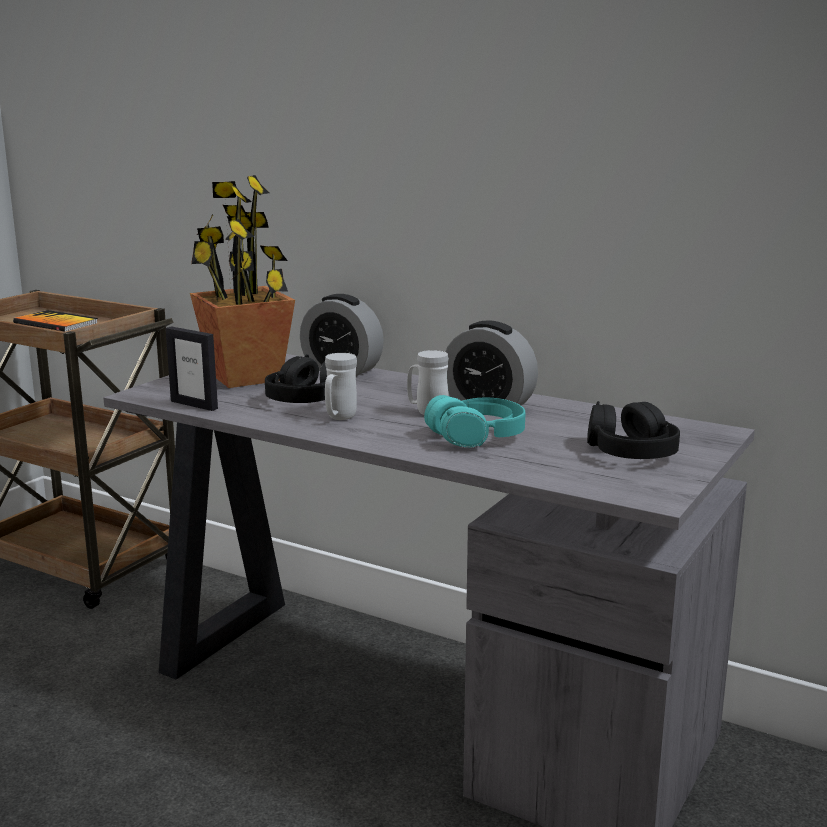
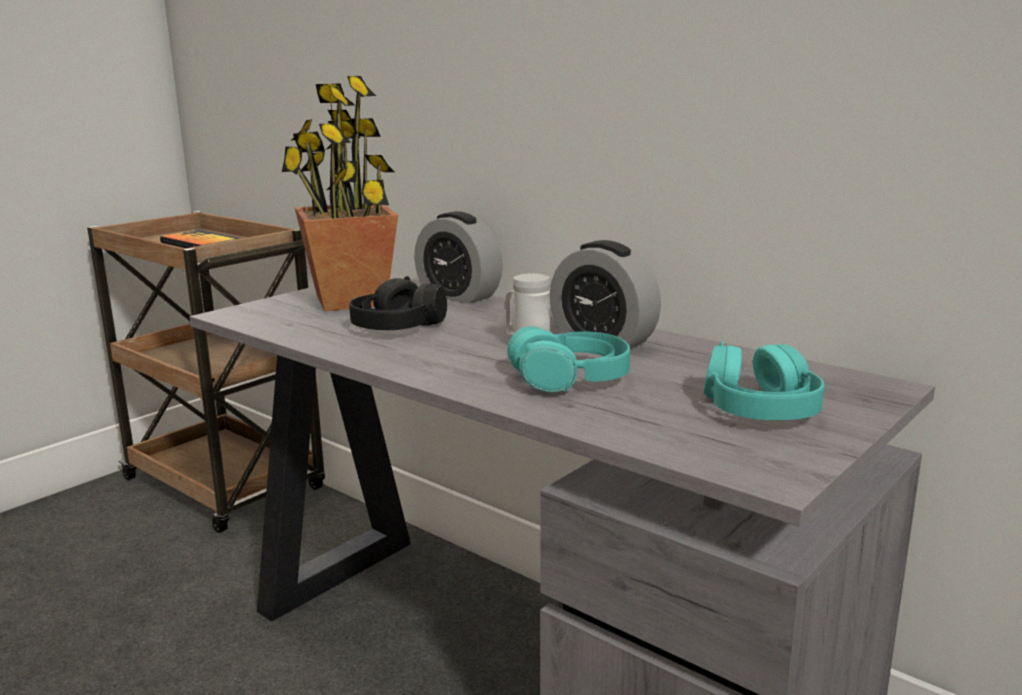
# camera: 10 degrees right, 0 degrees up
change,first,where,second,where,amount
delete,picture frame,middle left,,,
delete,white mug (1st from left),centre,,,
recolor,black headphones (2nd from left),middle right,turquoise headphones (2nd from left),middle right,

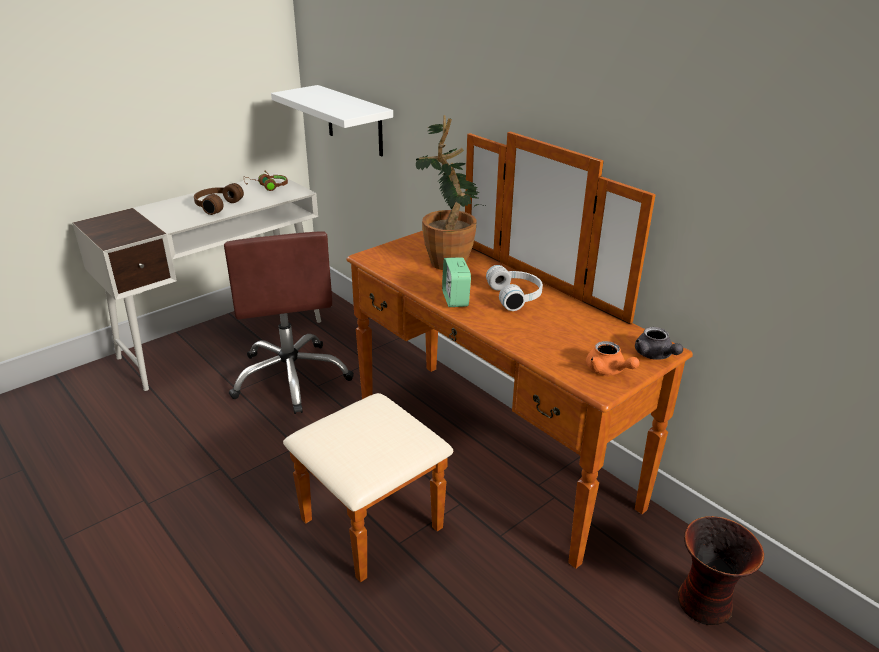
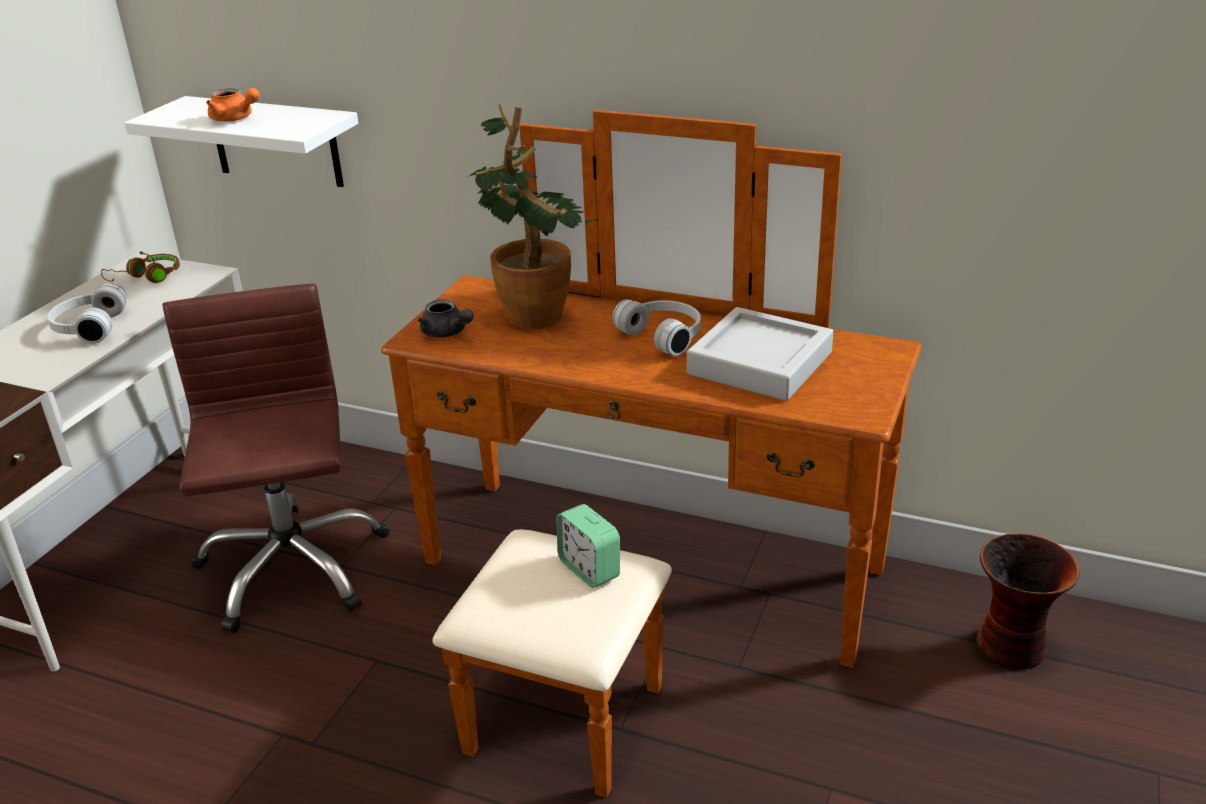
# camera: 25 degrees left, 0 degrees up
change,first,where,second,where,amount
recolor,brown headphones (1st from left),top left,white headphones (1st from left),middle left,
rotate,brown office chair,middle left,,middle left,150 degrees counterclockwise
move,alarm clock,centre,,bottom centre,
move,orange teapot,middle right,,top left,
move,grey teapot,middle right,,centre,
insert,,,grey tray,centre,

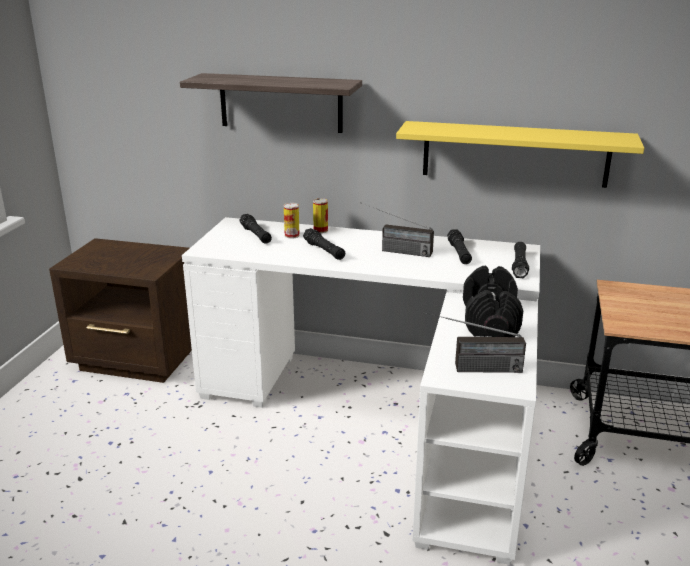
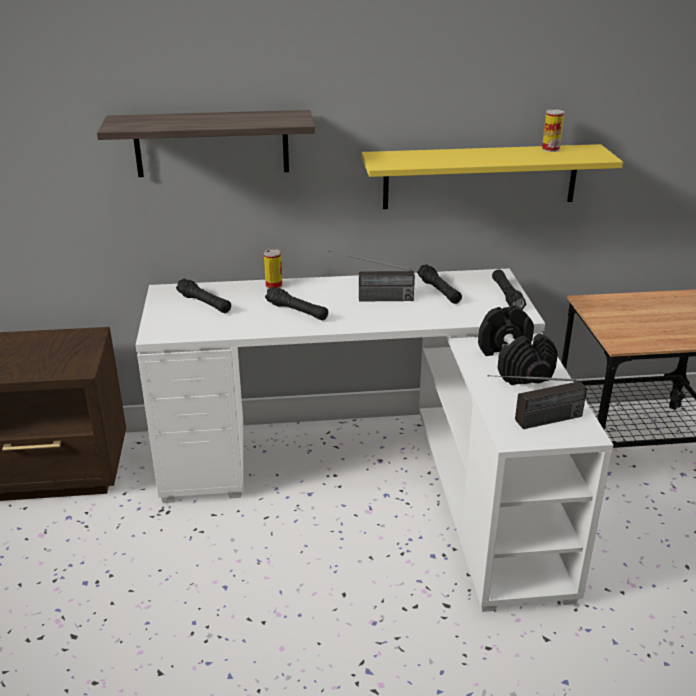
# camera: 20 degrees left, 5 degrees up
change,first,where,second,where,amount
move,can (1st from left in the first image),centre,can (2nd from left),top right,

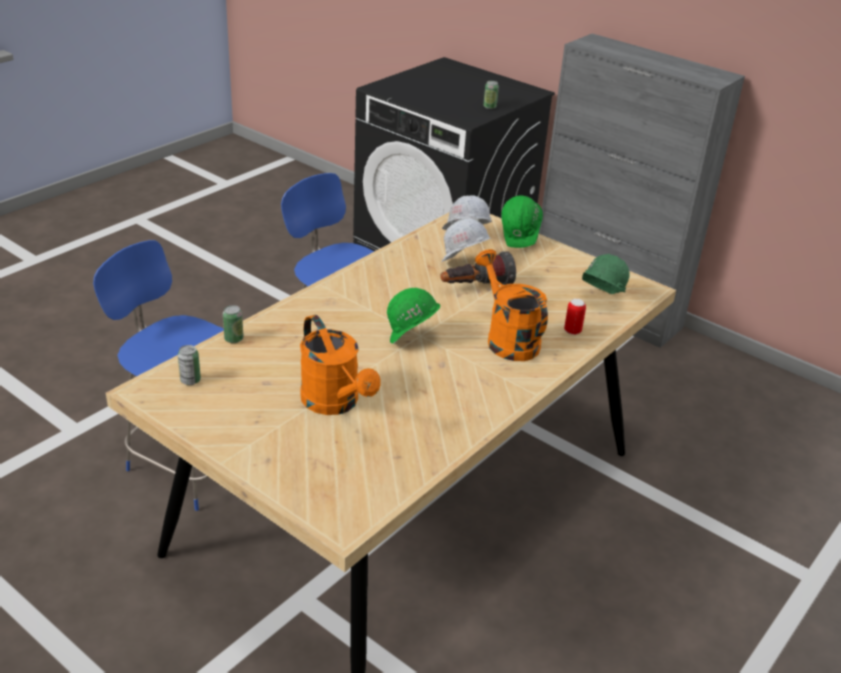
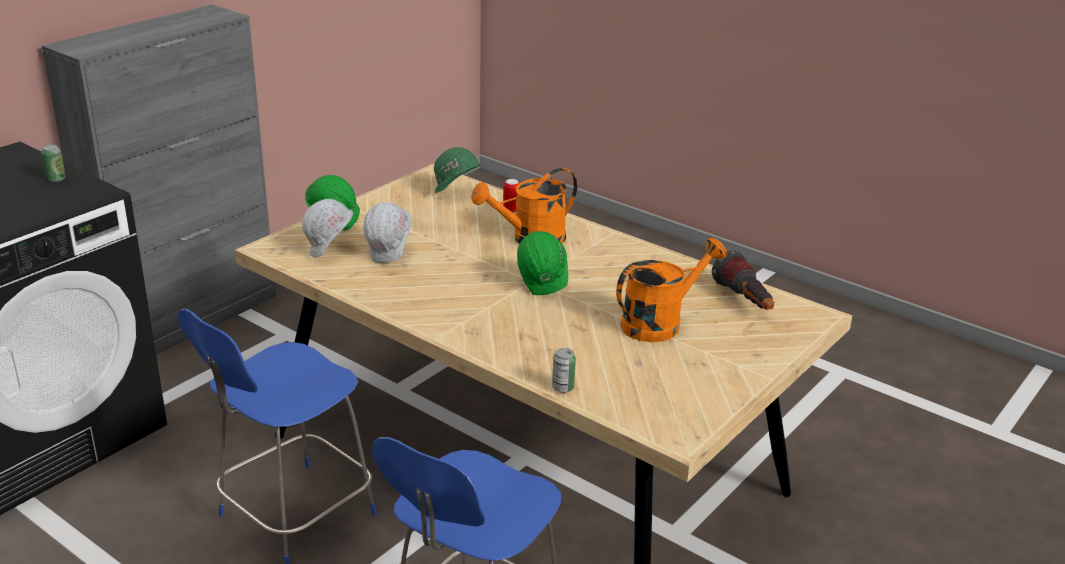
# camera: 90 degrees left, 5 degrees down
change,first,where,second,where,amount
delete,can (1st from left),middle left,,,
move,flashlight,centre,,middle right,

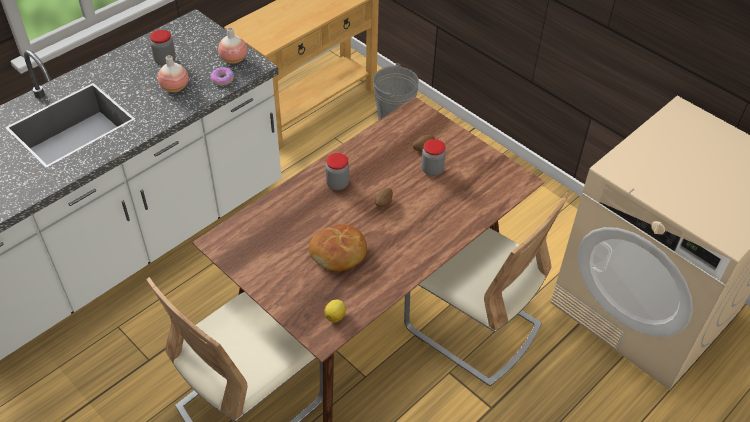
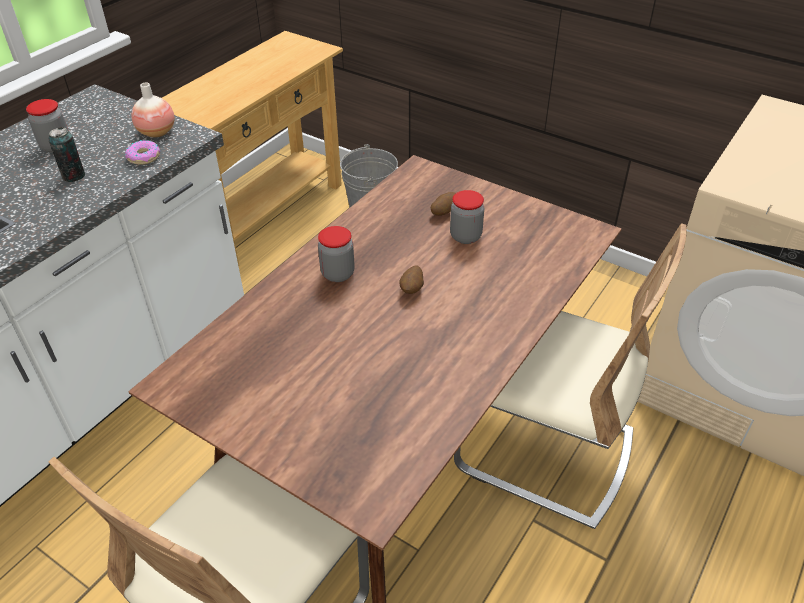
# camera: 10 degrees left, 5 degrees down
change,first,where,second,where,amount
replace,vase (1st from left),top left,can,top left,
delete,bread,centre,,,
delete,lemon,bottom centre,,,

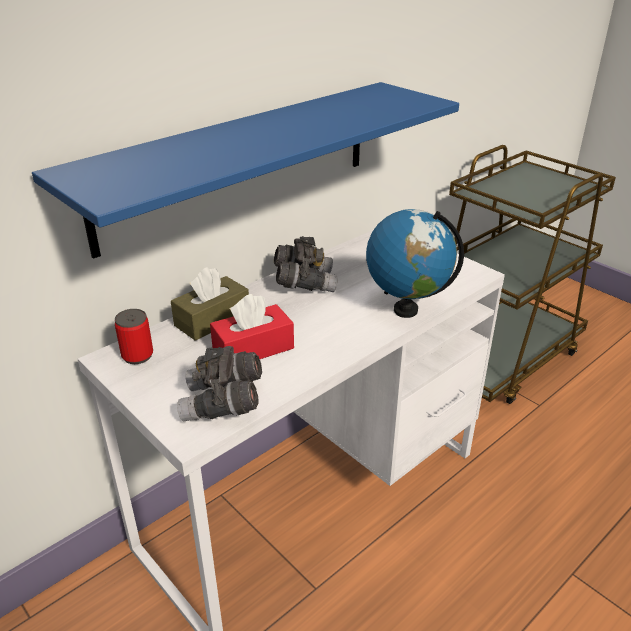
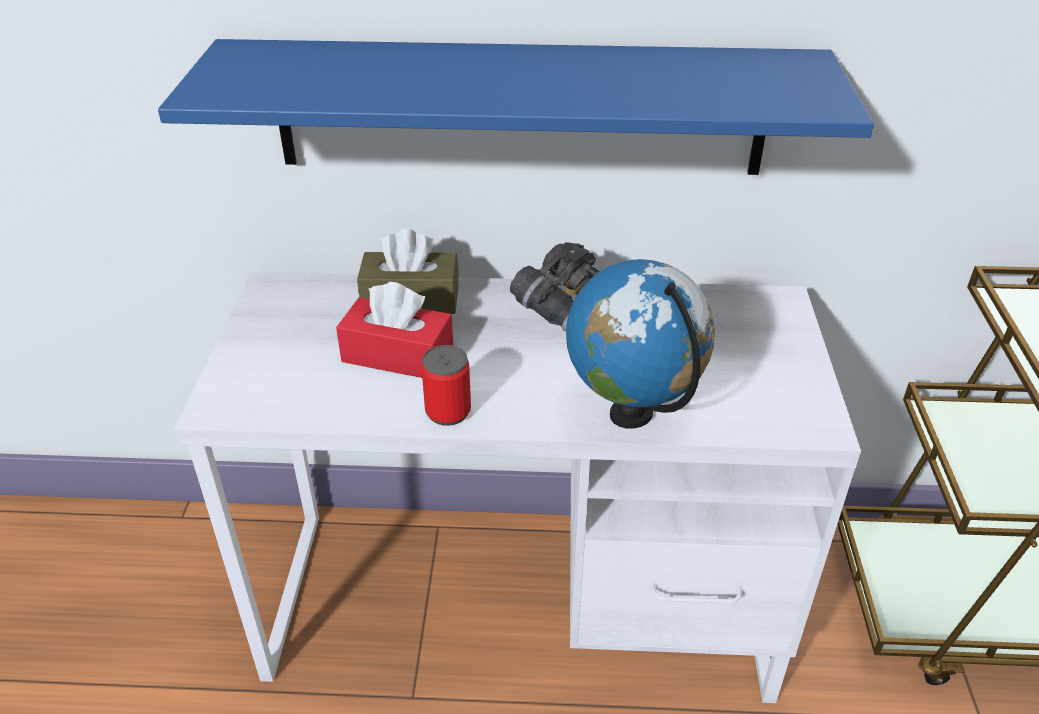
# camera: 45 degrees right, 5 degrees up
change,first,where,second,where,amount
move,can,middle left,,centre,
delete,grey binoculars (1st from left),centre,,,

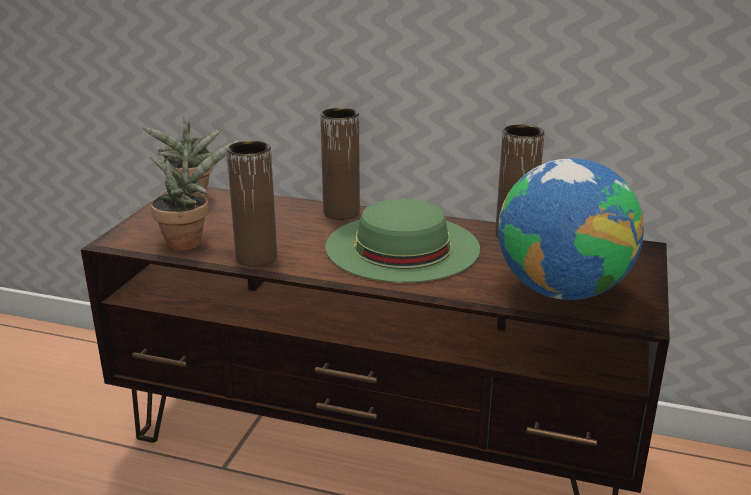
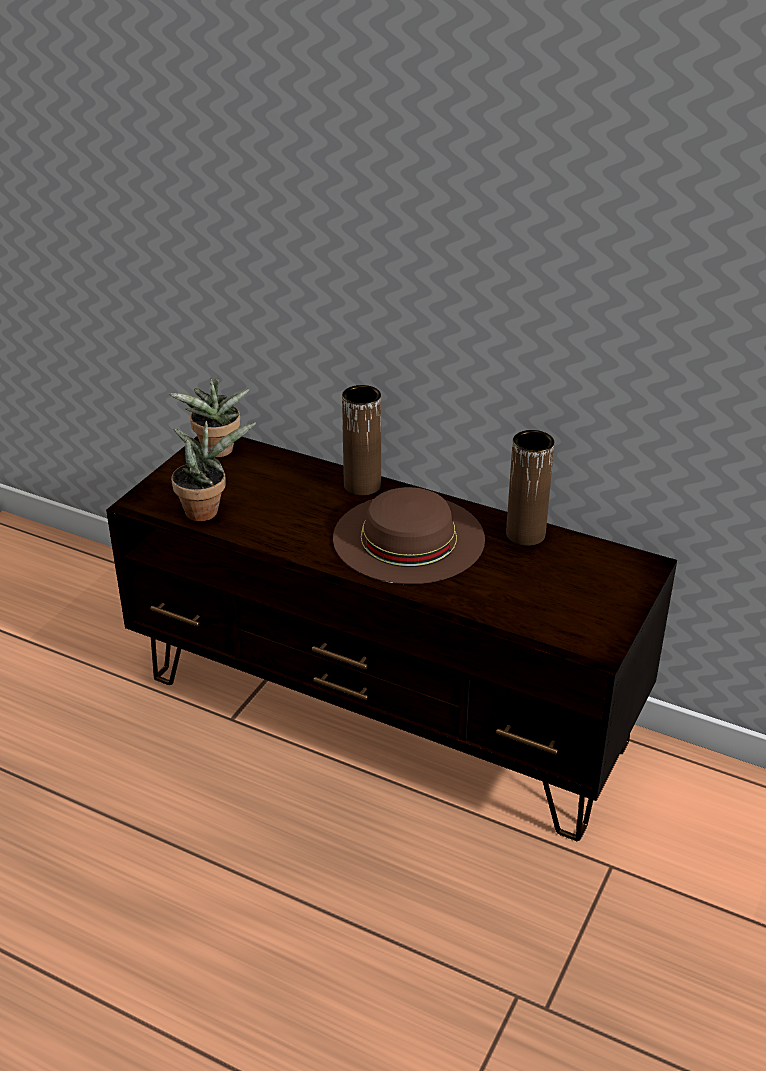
# camera: 10 degrees right, 10 degrees up
change,first,where,second,where,amount
delete,brown vase (1st from left),centre,,,
recolor,green hat,centre,brown hat,centre,
delete,globe,middle right,,,

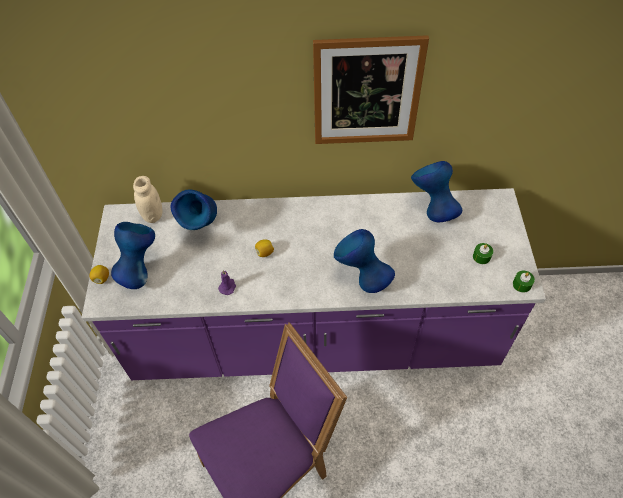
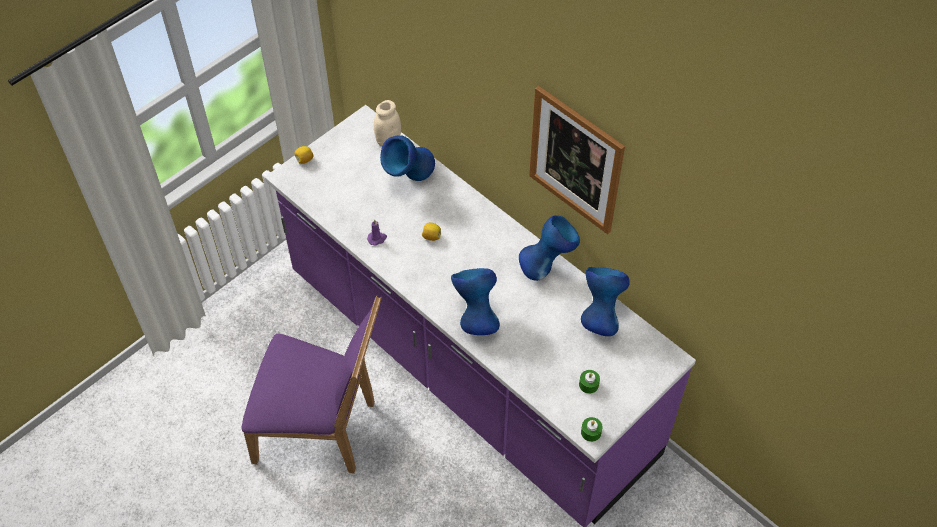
# camera: 45 degrees right, 0 degrees up
change,first,where,second,where,amount
move,blue vase (1st from left in the first image),middle left,blue vase (3rd from left),centre,

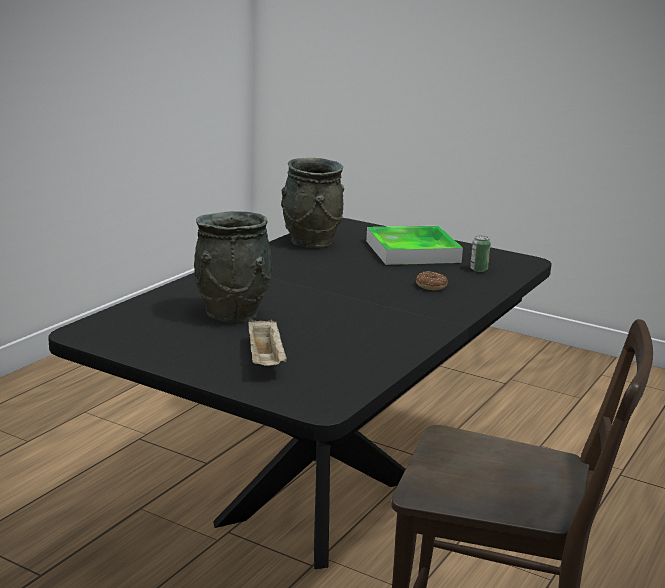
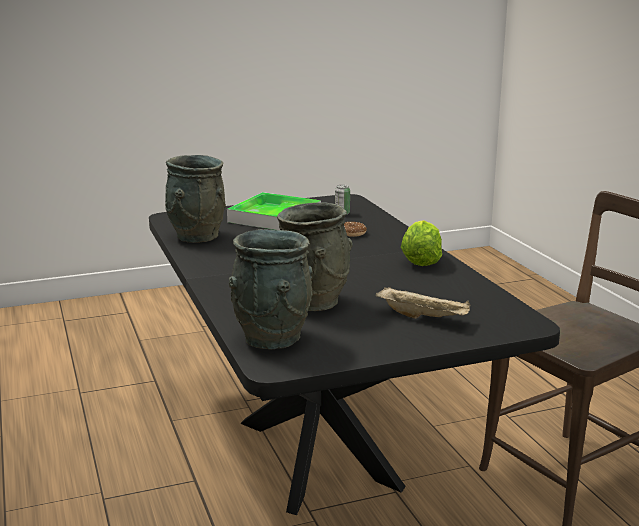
# camera: 50 degrees left, 0 degrees up
change,first,where,second,where,amount
insert,,,grey vase (2nd from left),centre,
insert,,,lettuce,centre,

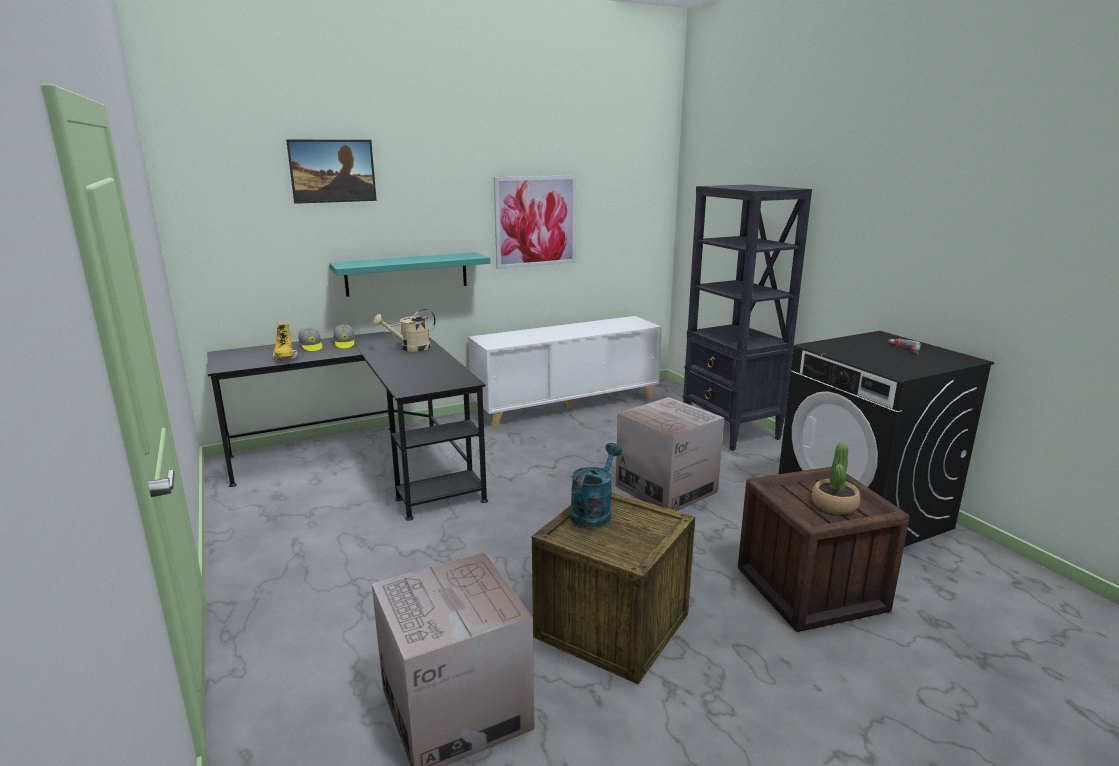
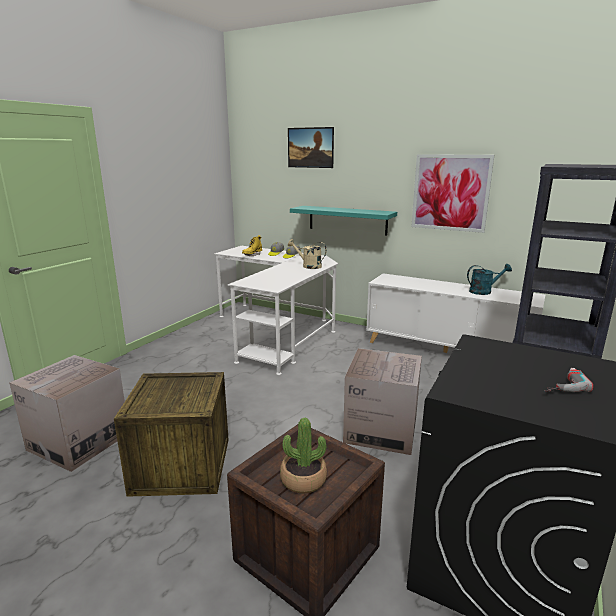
# camera: 55 degrees right, 0 degrees up
change,first,where,second,where,amount
recolor,black desk,middle left,white desk,centre,
move,turquoise watering can,centre,,middle right,

